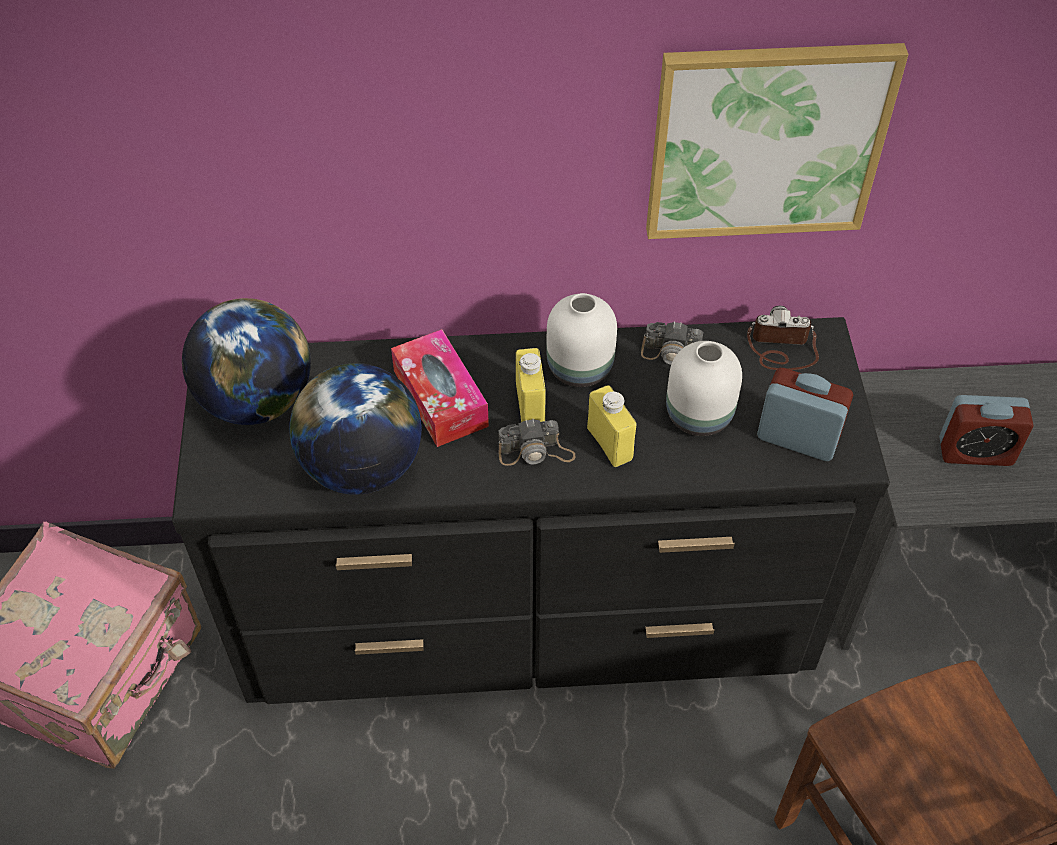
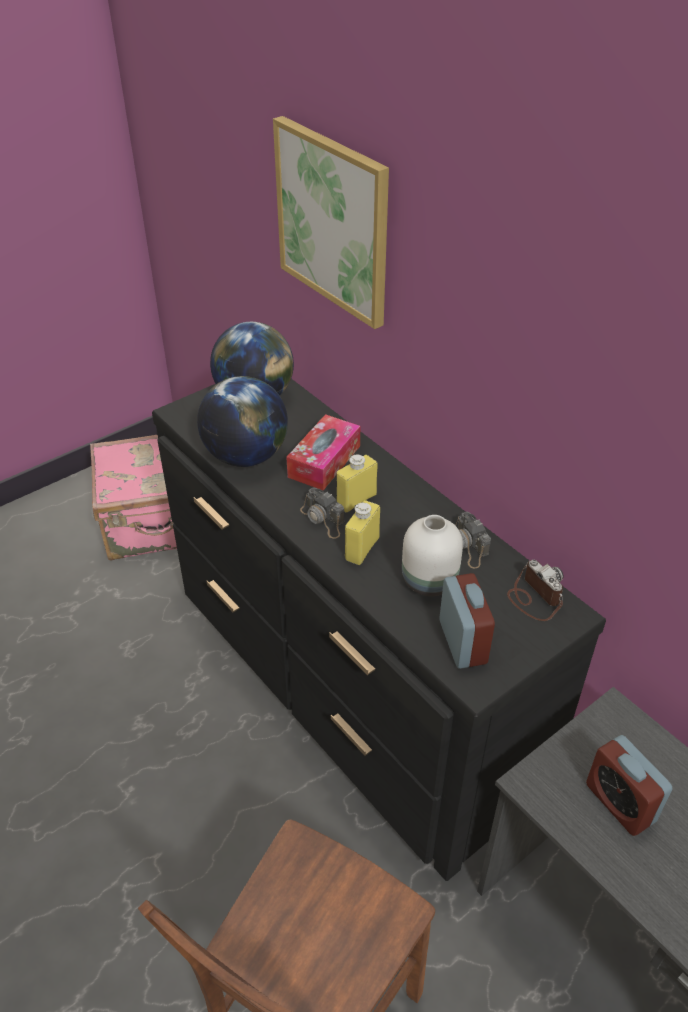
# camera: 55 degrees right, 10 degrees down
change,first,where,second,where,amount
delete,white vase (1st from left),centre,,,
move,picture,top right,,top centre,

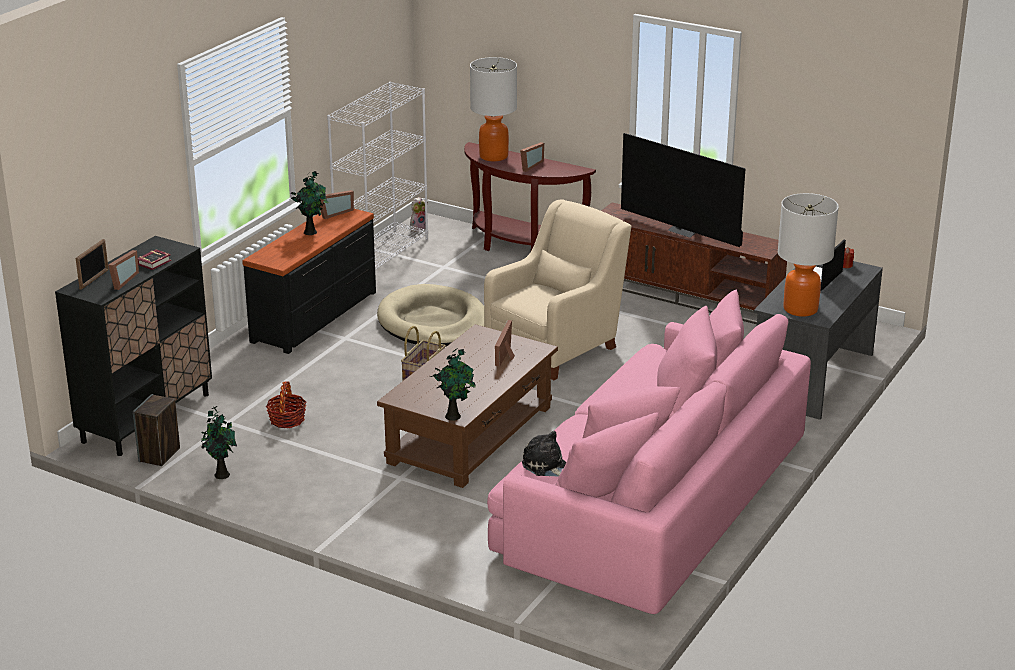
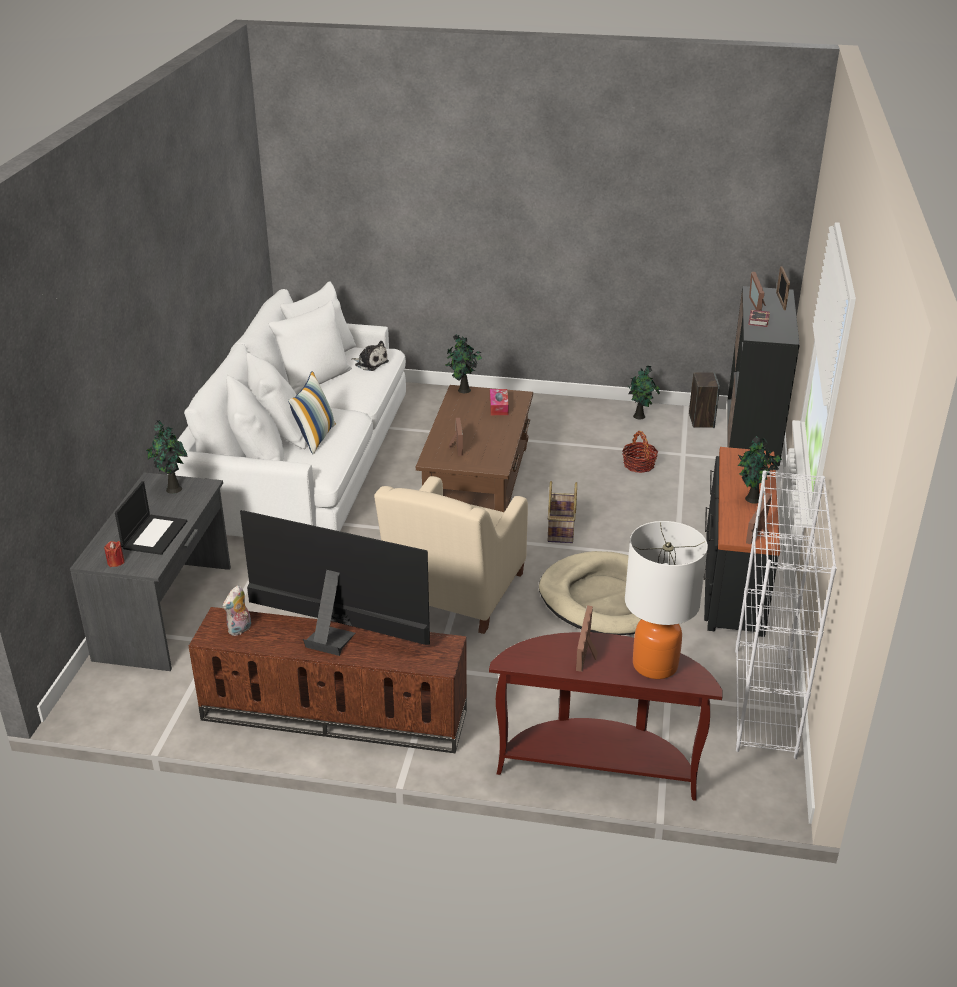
# camera: 160 degrees right, 5 degrees up
change,first,where,second,where,amount
move,plush toy (1st from left),top centre,,middle left,
recolor,pink sofa,bottom centre,white sofa,middle left,
replace,table lamp (2nd from left),middle right,potted plant (1st from left),middle left,
insert,,,pillow,middle left,
insert,,,tissue box,centre,

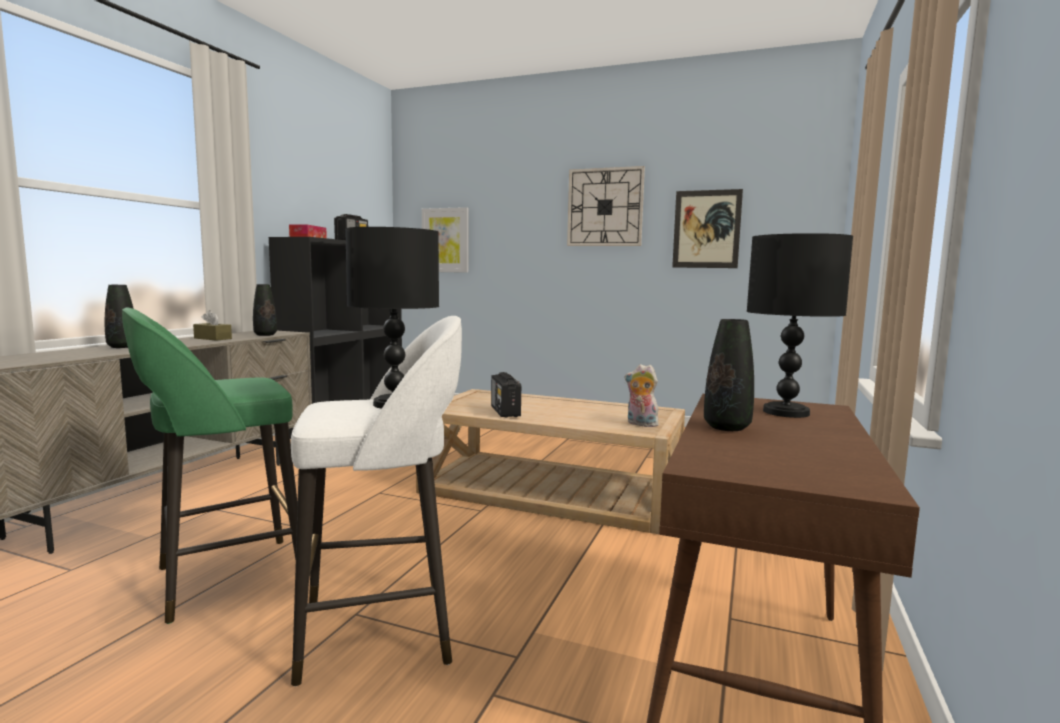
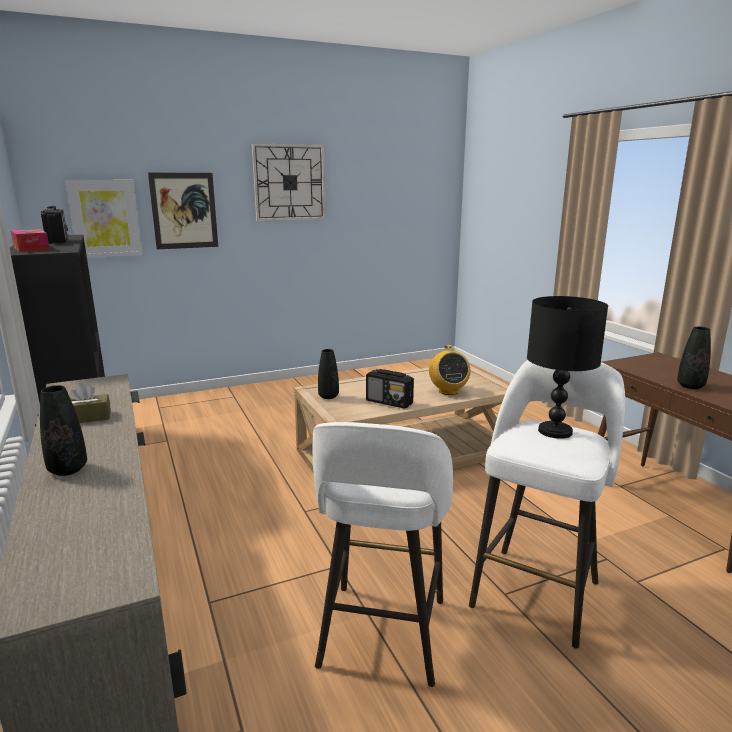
# camera: 45 degrees left, 10 degrees up
change,first,where,second,where,amount
recolor,green stool,middle left,white stool (1st from left),bottom centre,
move,black vase (2nd from left),middle left,,centre,
delete,plush toy,centre,,,
move,picture (2nd from left),top right,,top left,
delete,black table lamp (2nd from left),middle right,,,
insert,,,radio (3rd from left),centre,

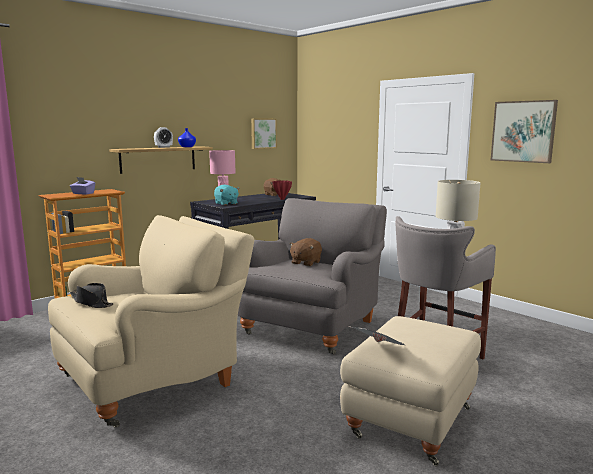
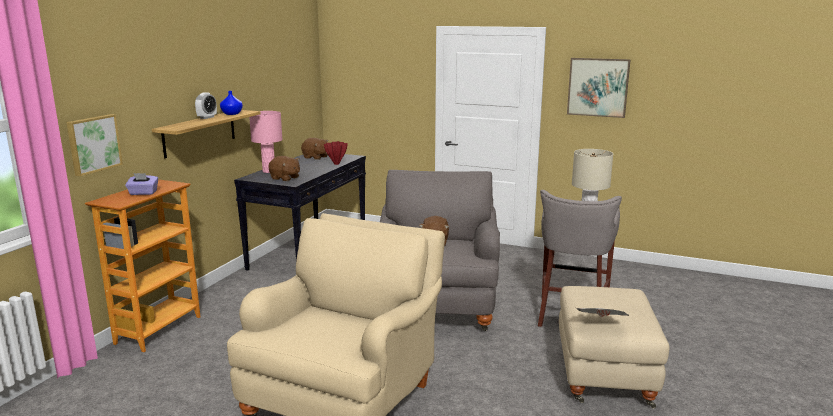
# camera: 25 degrees left, 5 degrees up
change,first,where,second,where,amount
delete,black hat,middle left,,,
recolor,turquoise plush toy,centre,brown plush toy (1st from left),centre,
move,picture (1st from left),top centre,,middle left,

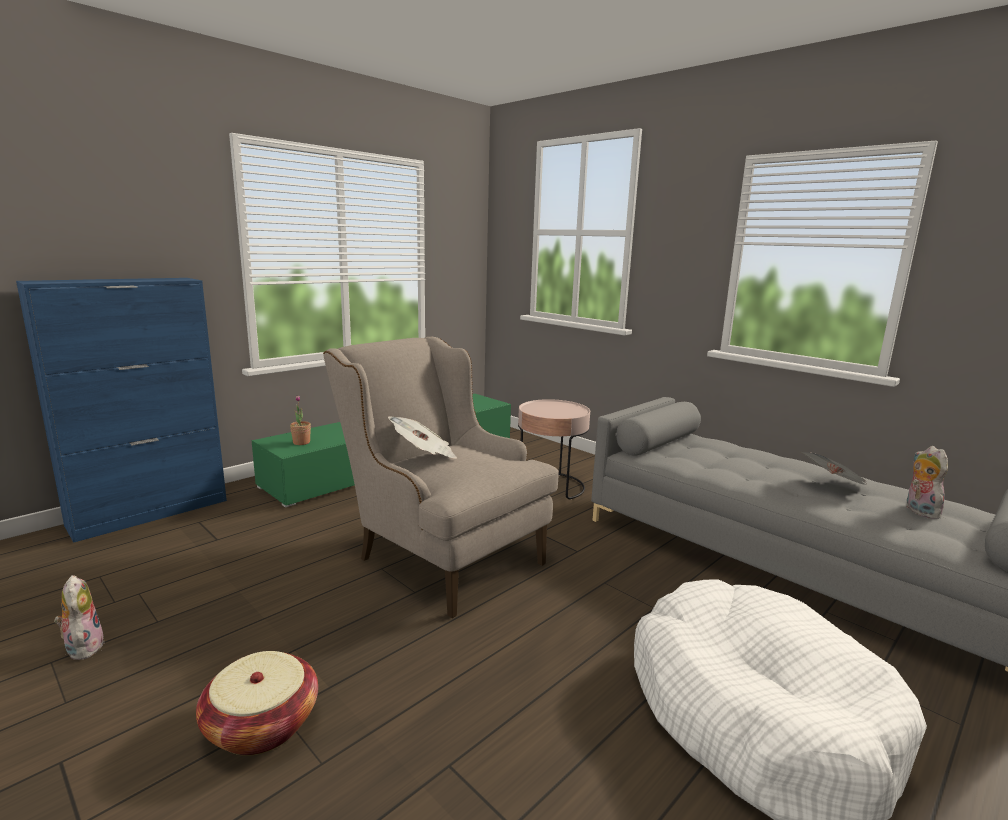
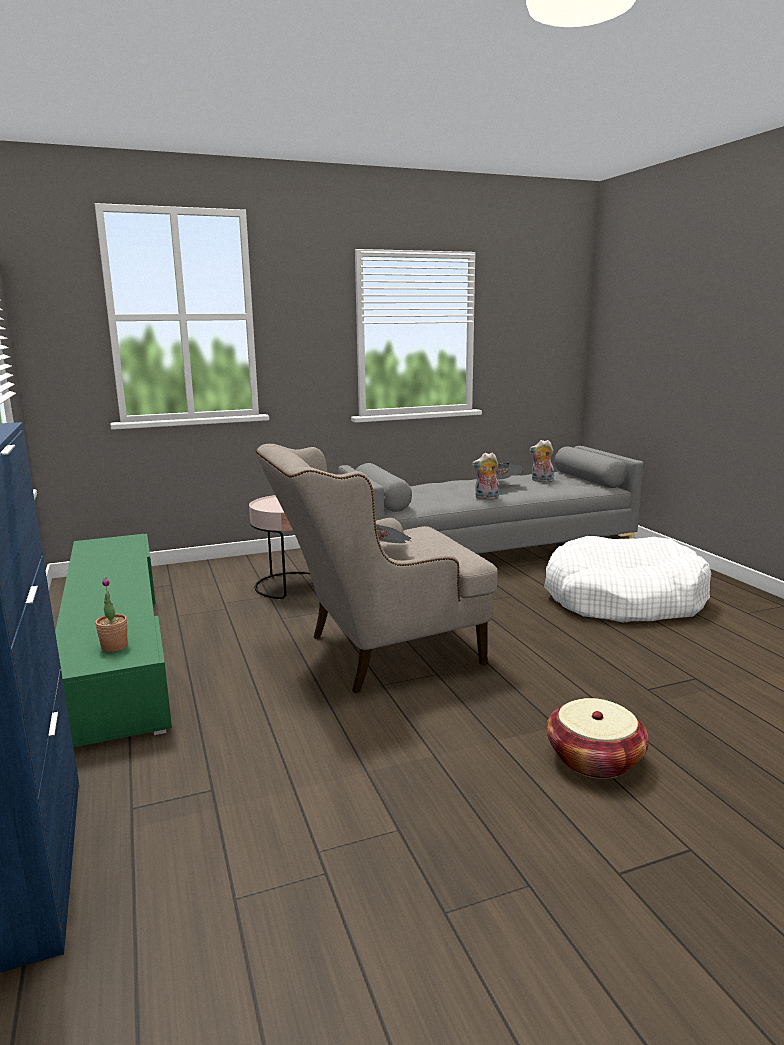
# camera: 65 degrees left, 0 degrees up
change,first,where,second,where,amount
move,plush toy (1st from left),bottom left,,centre,

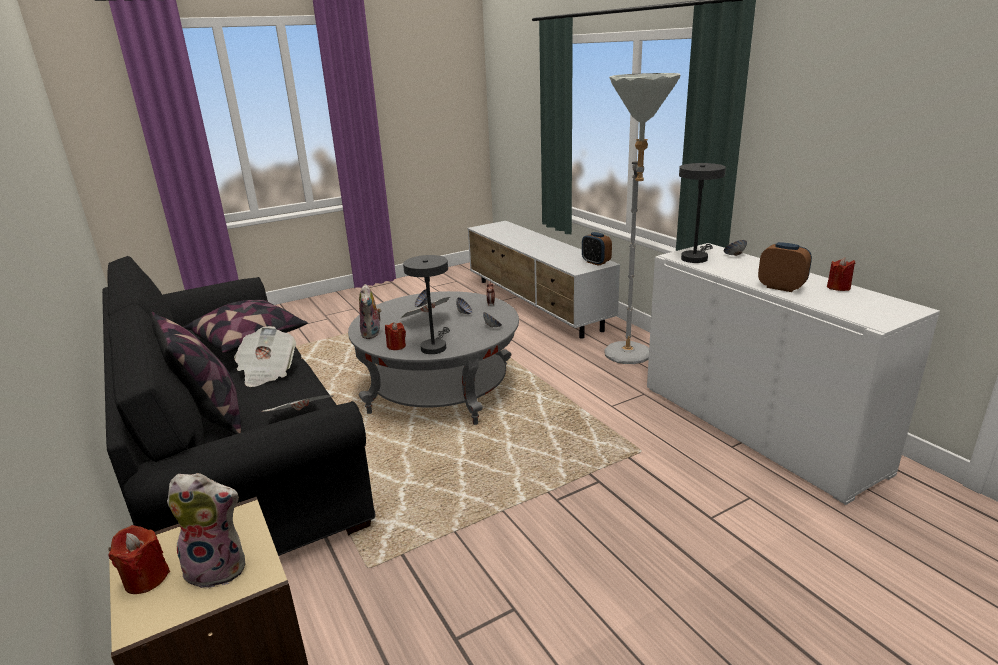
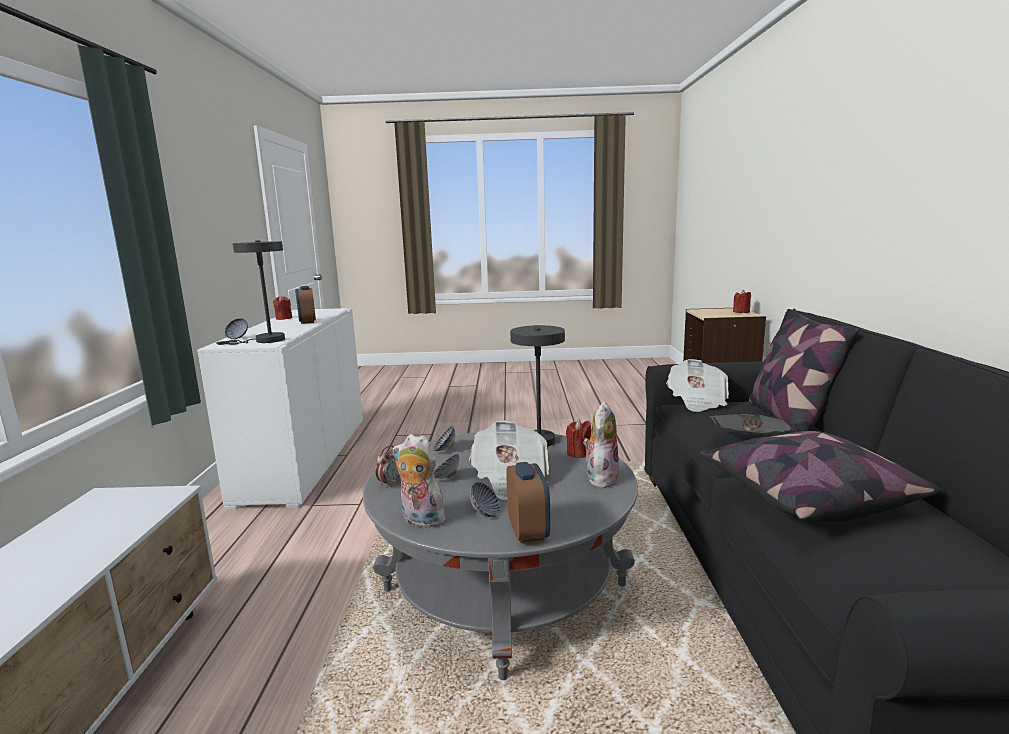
# camera: 150 degrees left, 10 degrees down
change,first,where,second,where,amount
move,plush toy (1st from left),bottom left,,centre,
move,alarm clock (2nd from left in the first image),centre,alarm clock (3rd from left),bottom centre,
delete,grey floor lamp,top centre,,,

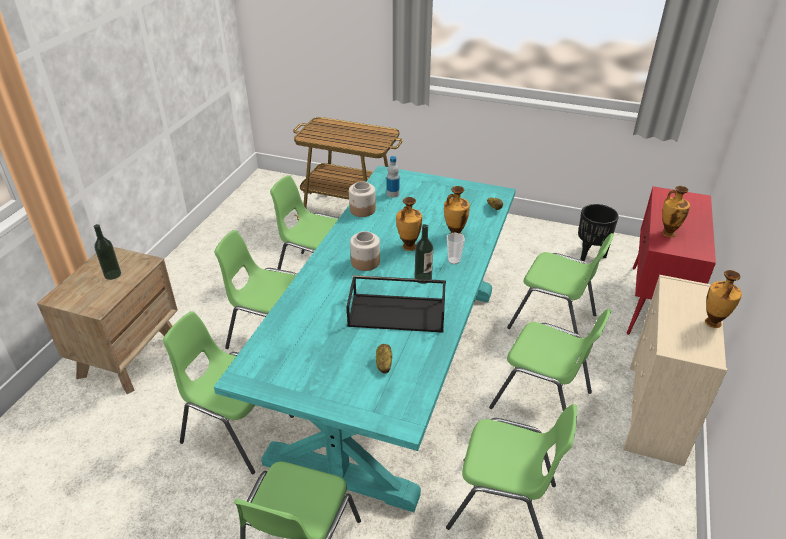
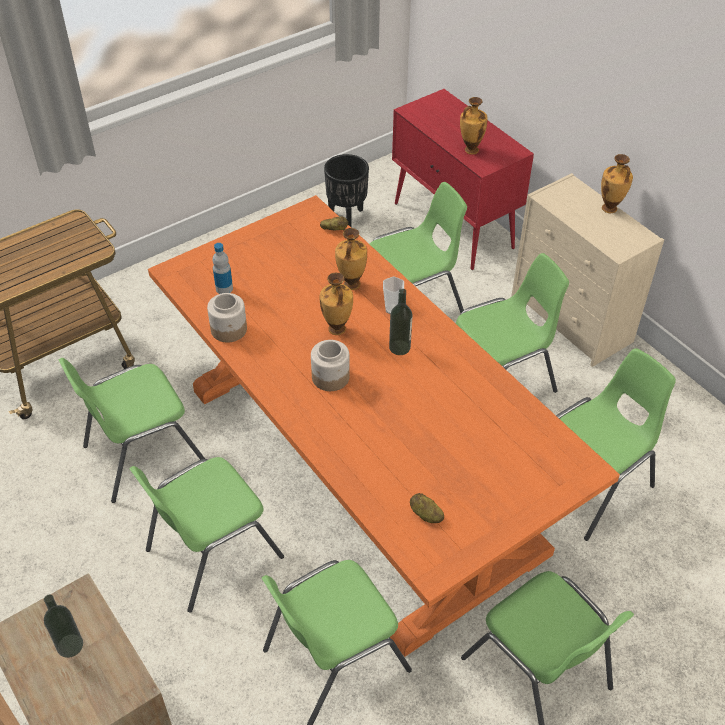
# camera: 55 degrees left, 10 degrees up
change,first,where,second,where,amount
recolor,turquoise dining table,centre,orange dining table,centre,
delete,black tray,centre,,,
move,potato (1st from left in the first image),centre,potato (2nd from left),bottom centre,

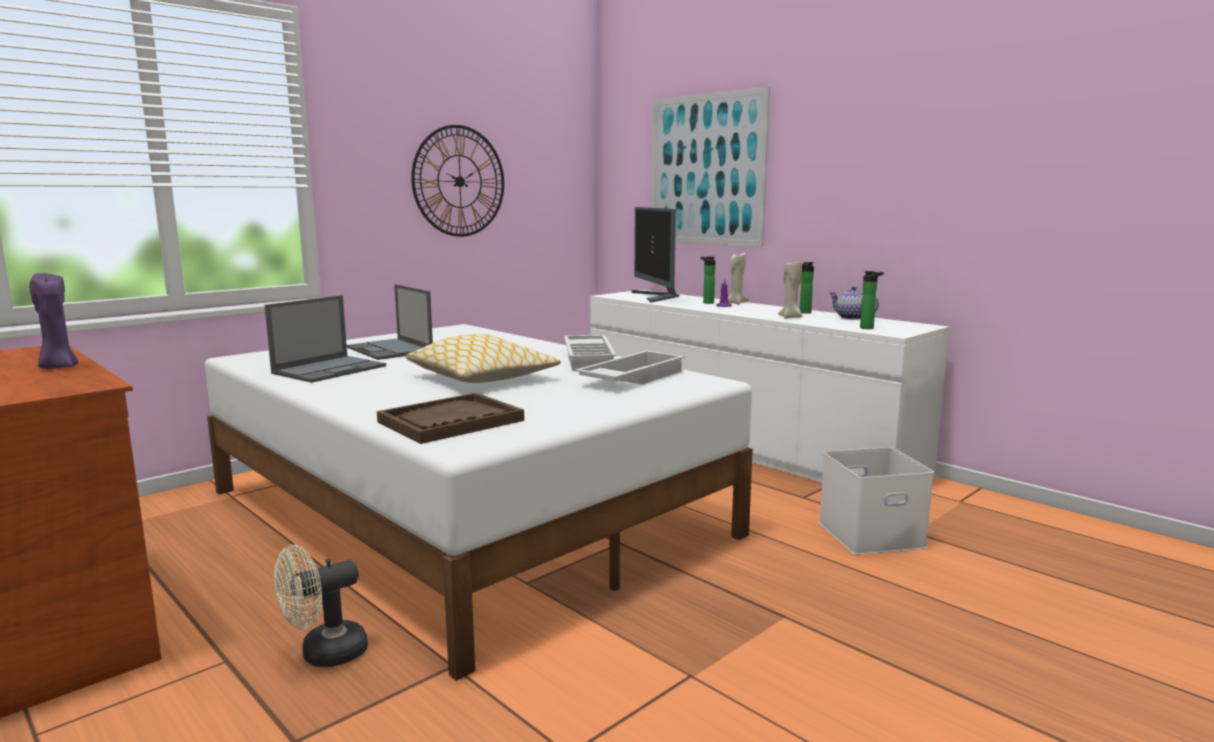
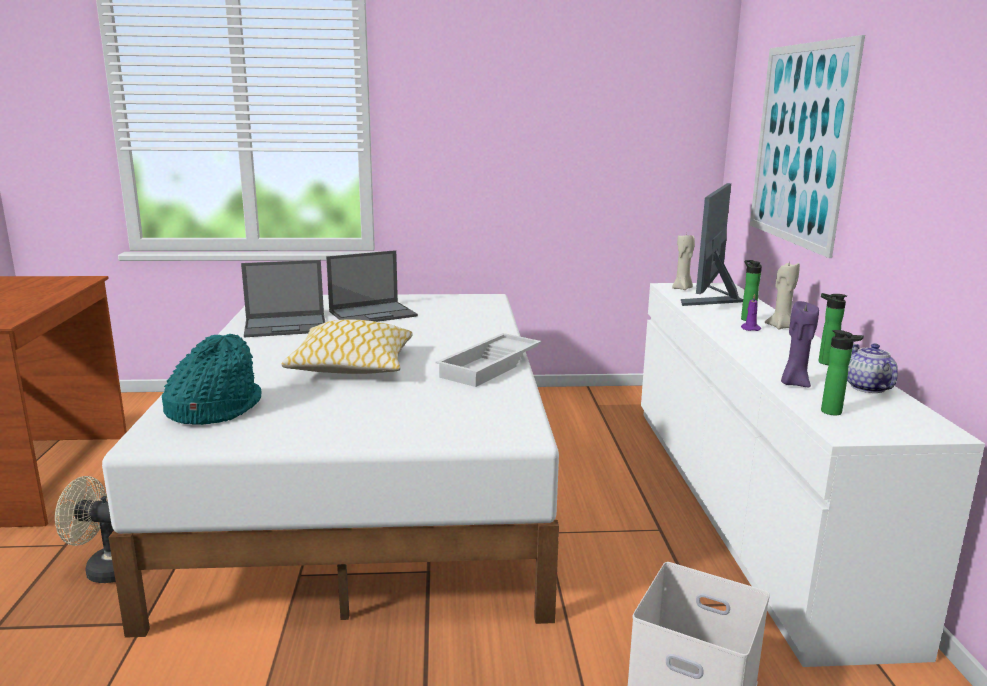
# camera: 40 degrees right, 5 degrees up
change,first,where,second,where,amount
move,purple candle (1st from left in the first image),middle left,purple candle (2nd from left),middle right,
rotate,laptop (2nd from left),middle left,,centre,120 degrees counterclockwise
replace,brown tray,centre,turquoise hat,middle left,
delete,wall clock,top centre,,,
delete,white tray (2nd from left),centre,,,
move,beige candle (2nd from left in the first image),centre,beige candle (1st from left),middle right,

